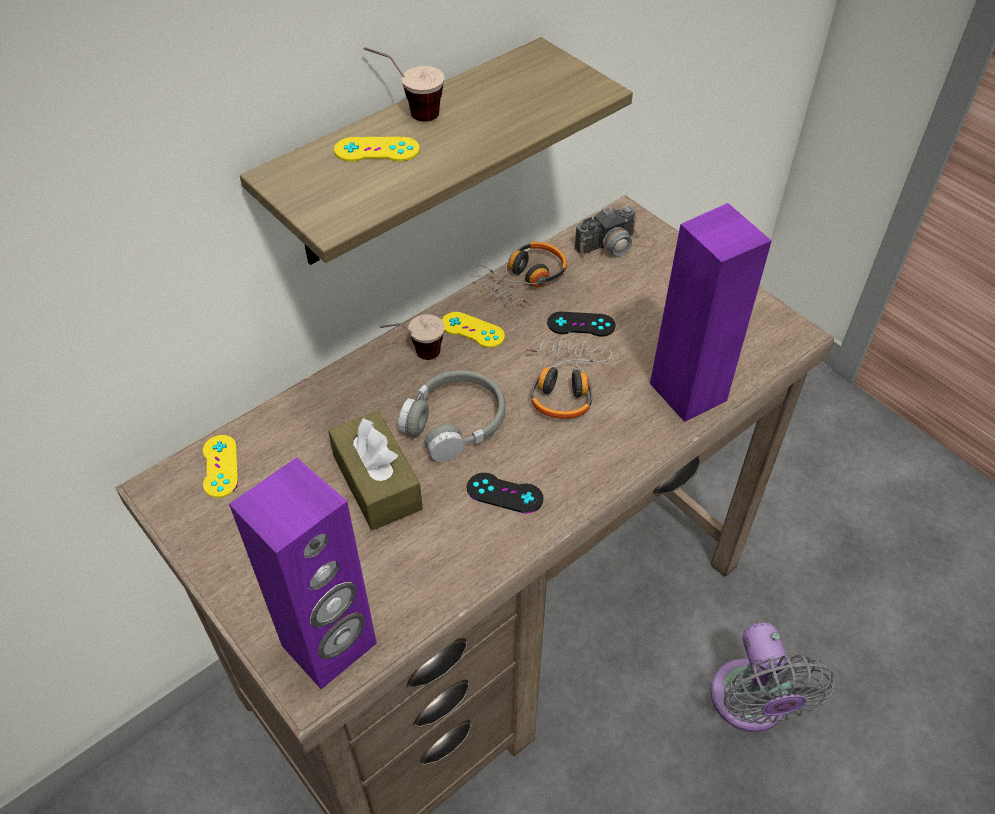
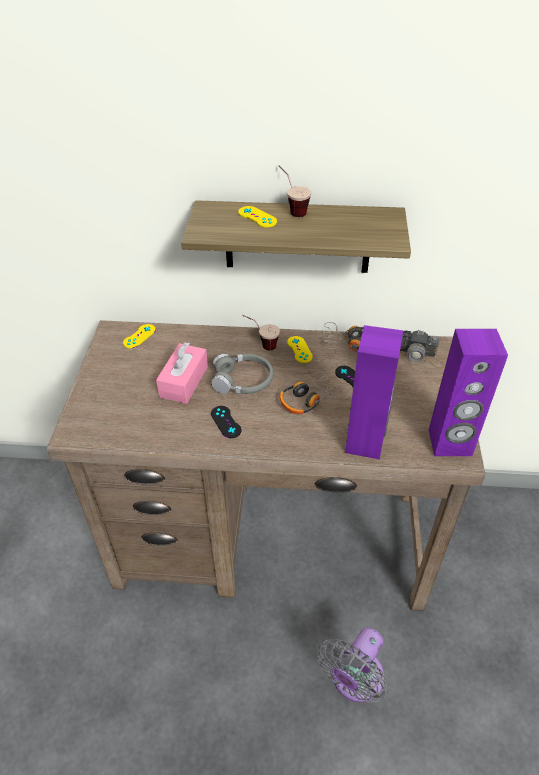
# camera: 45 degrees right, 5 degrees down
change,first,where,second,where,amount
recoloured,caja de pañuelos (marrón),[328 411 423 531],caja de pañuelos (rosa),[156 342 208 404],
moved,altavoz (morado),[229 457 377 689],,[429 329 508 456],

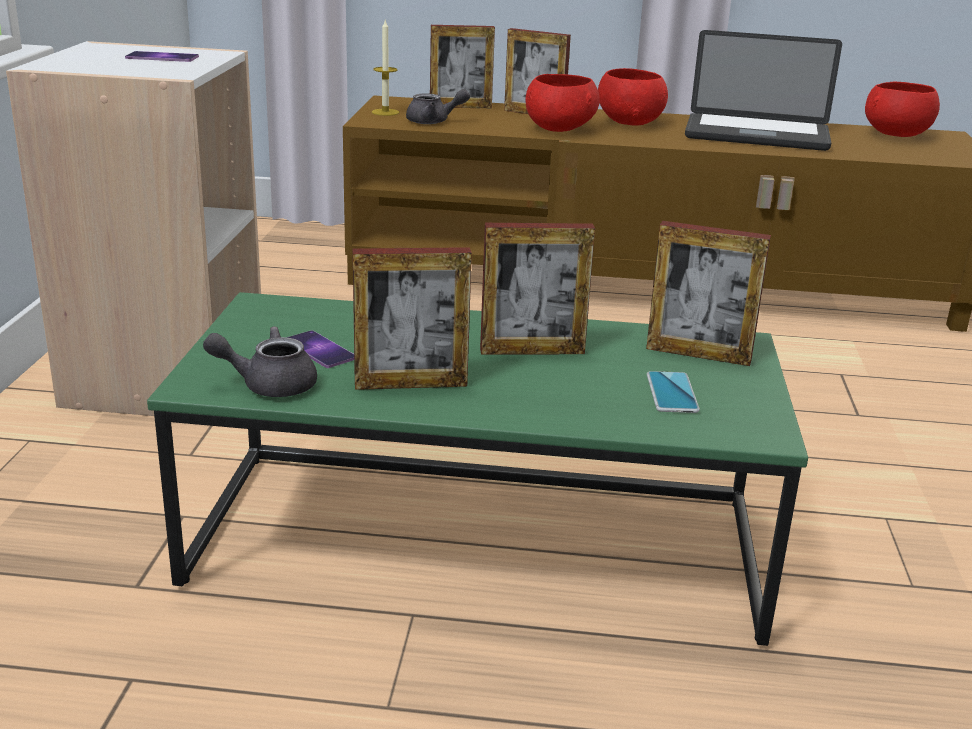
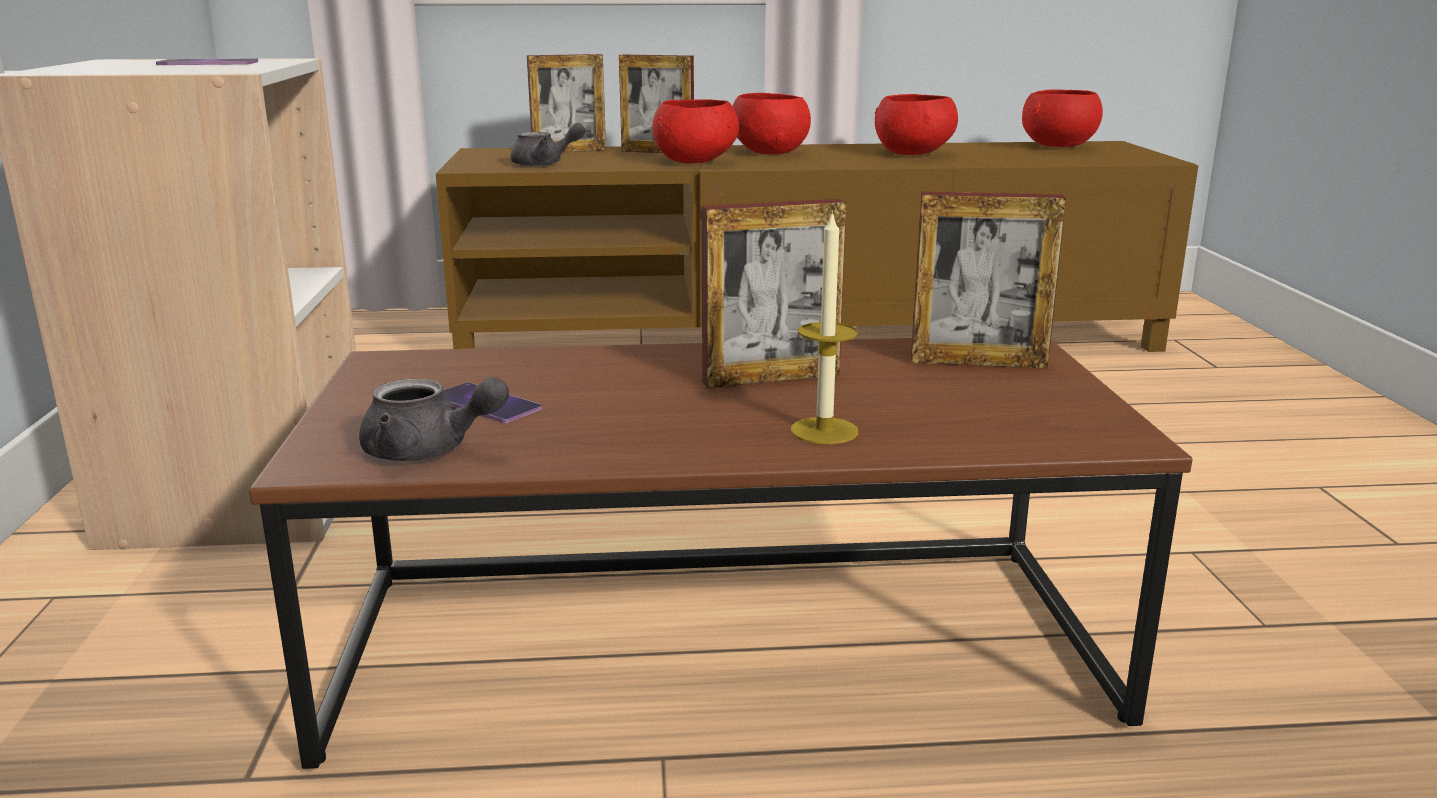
# camera: 10 degrees left, 5 degrees down
change,first,where,second,where,amount
recoloured,mesa de centro (verde),[147 292 808 646],mesa de centro (marrón),[249 338 1192 769],
turned,tetera (gris),[203 326 317 397],,[359 377 509 461],150 degrees counterclockwise
moved,vela,[372 20 399 116],,[791 210 858 444],
replaced,portátil,[685 30 842 151],cuenco (rojo),[875 94 958 155],
removed,portarretratos,[353 247 472 390],,,
removed,móvil,[647 371 700 413],,,

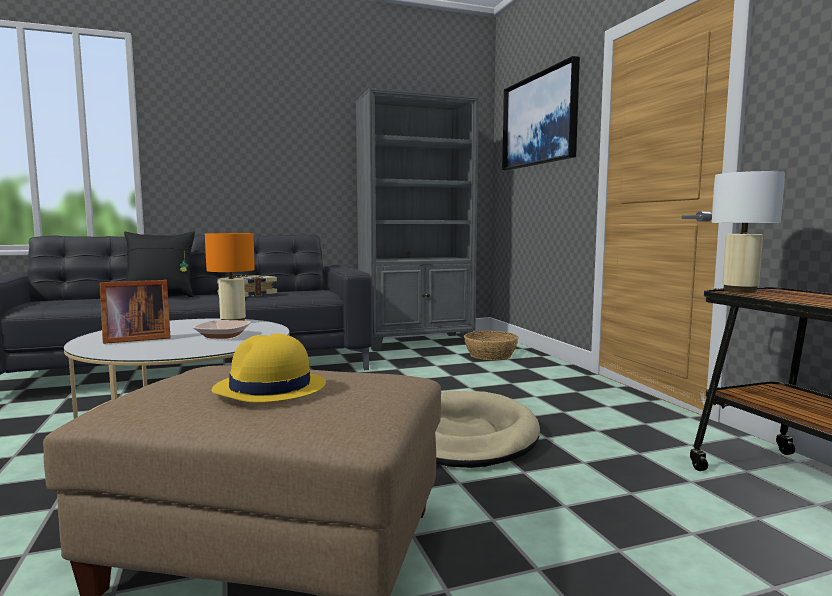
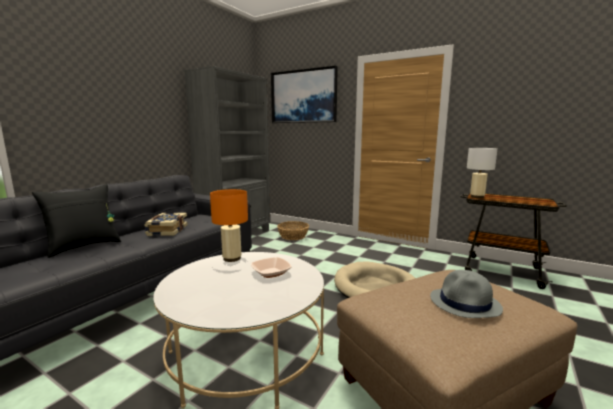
# camera: 40 degrees left, 5 degrees up
change,first,where,second,where,amount
recoloured,sombrero (amarillo),[212 333 326 403],sombrero (gris),[430 270 503 318],
removed,portarretratos,[100 280 171 344],,,

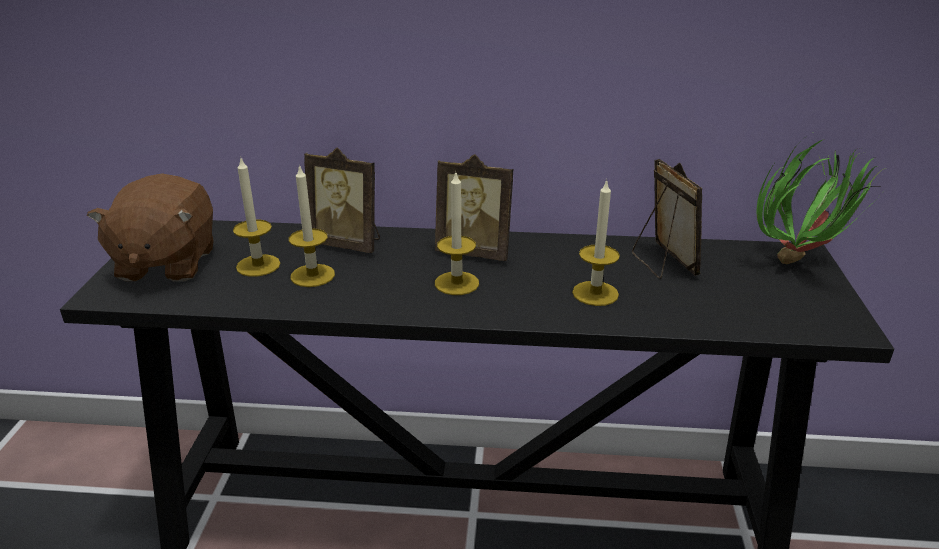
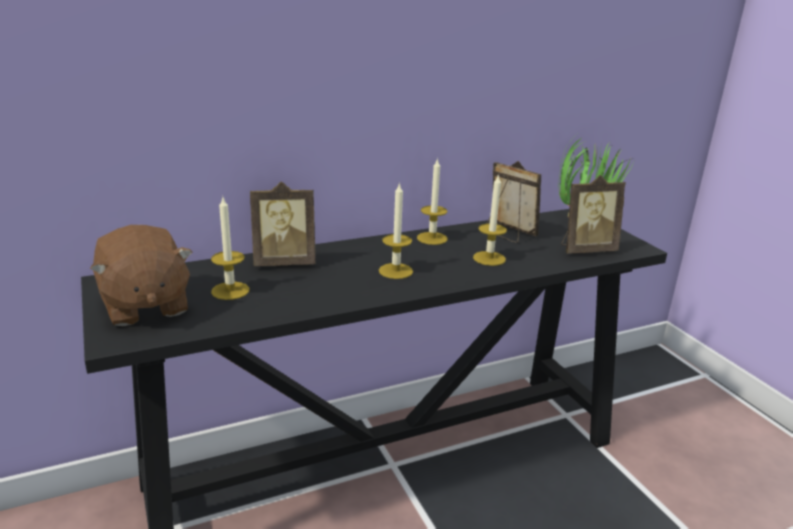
# camera: 30 degrees left, 5 degrees down
change,first,where,second,where,amount
moved,vela,[289 164 335 287],,[417 158 448 245],
moved,portarretratos,[435 154 513 261],,[561 175 626 254],

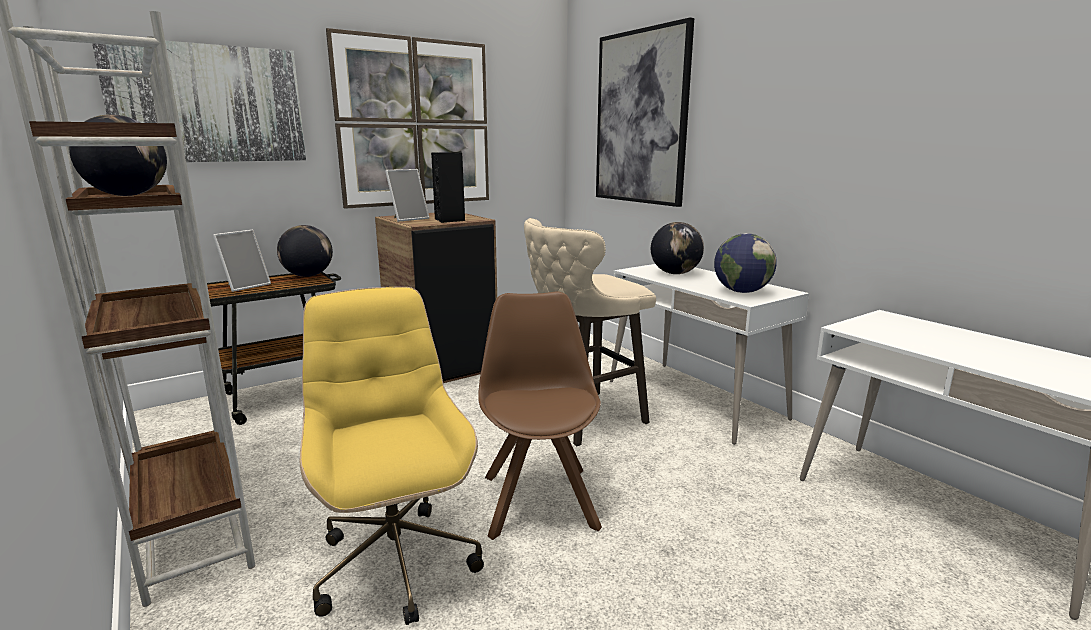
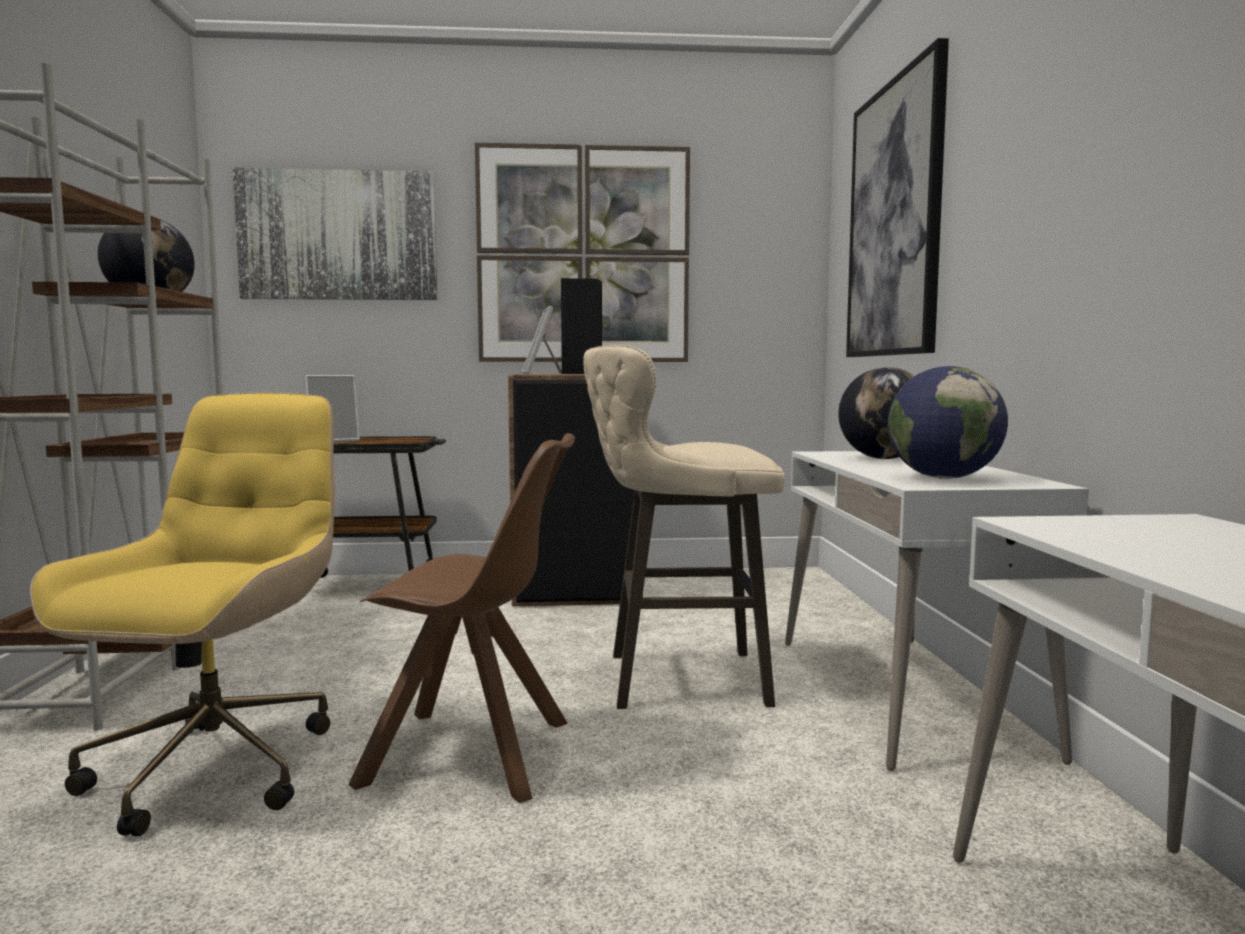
# camera: 30 degrees right, 10 degrees down
change,first,where,second,where,amount
turned,silla (marrón),[478 292 602 540],,[348 433 575 803],75 degrees clockwise
turned,portarretratos,[385 169 429 222],,[522 306 562 374],90 degrees clockwise
removed,globo terráqueo,[277 225 333 277],,,

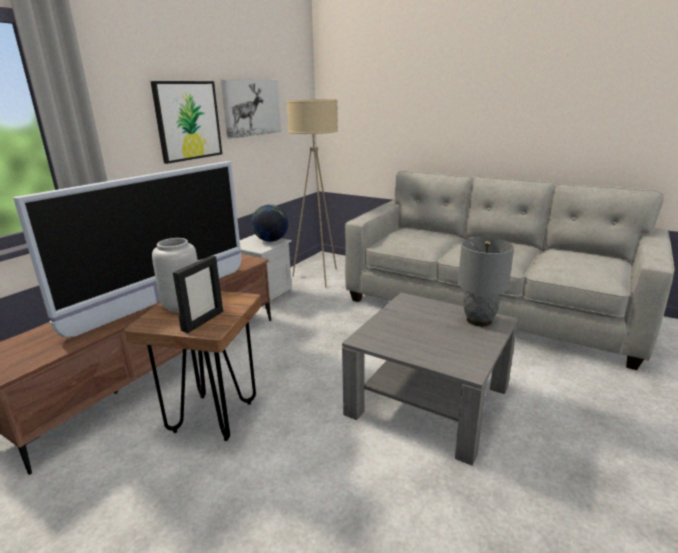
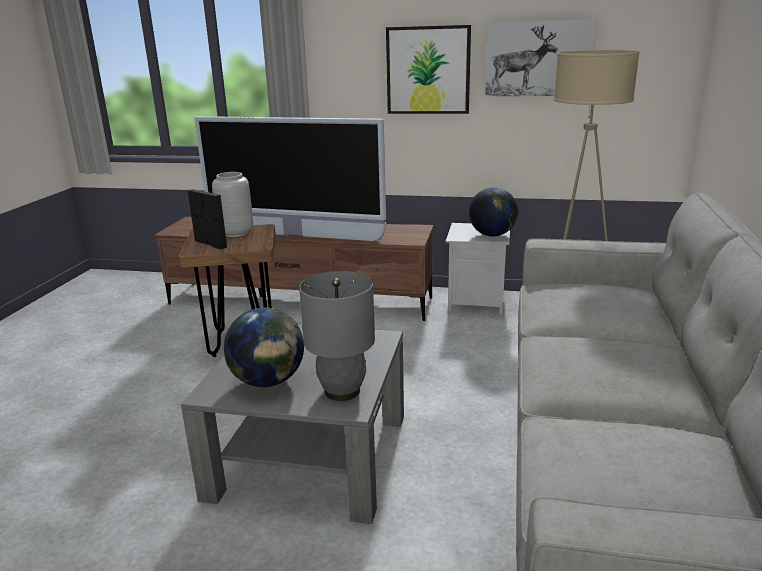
# camera: 70 degrees right, 0 degrees up
change,first,where,second,where,amount
turned,portarretratos,[173 256 223 333],,[188 189 227 249],150 degrees counterclockwise
added,,,globo terráqueo,[224 308 304 387],

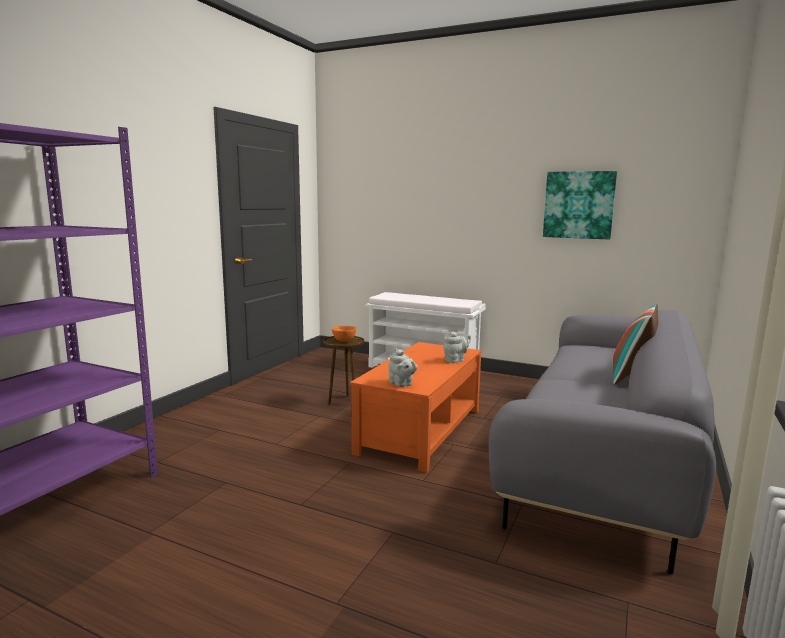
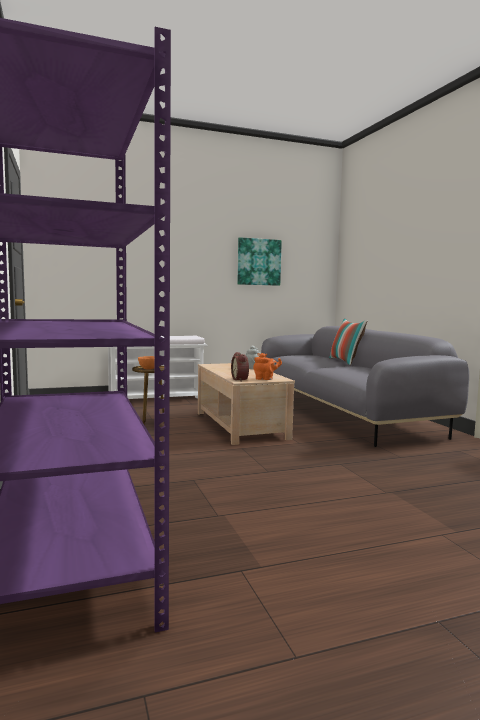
# camera: 45 degrees left, 5 degrees down
change,first,where,second,where,amount
recoloured,mesa de centro (naranja),[350 342 482 472],mesa de centro (beis),[198 363 295 445],
added,,,despertador,[231 352 249 381],
recoloured,tetera (gris),[388 349 418 387],tetera (naranja),[253 353 282 380],

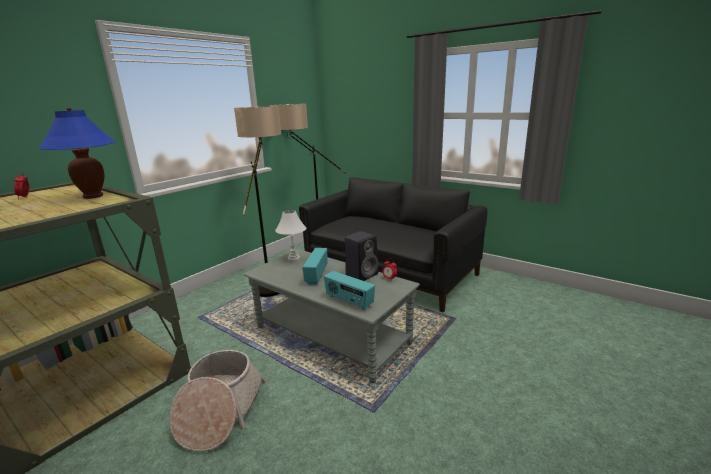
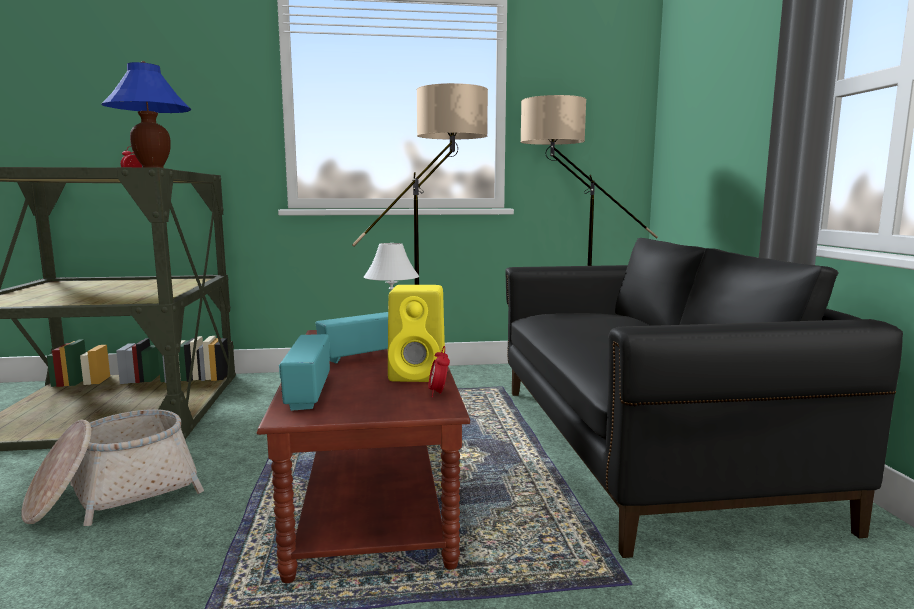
# camera: 45 degrees right, 10 degrees down
change,first,where,second,where,amount
recoloured,mesa de centro (gris),[243 249 420 383],mesa de centro (marrón),[257 330 470 583],
recoloured,altavoz (negro),[345 231 379 281],altavoz (amarillo),[388 285 445 382],

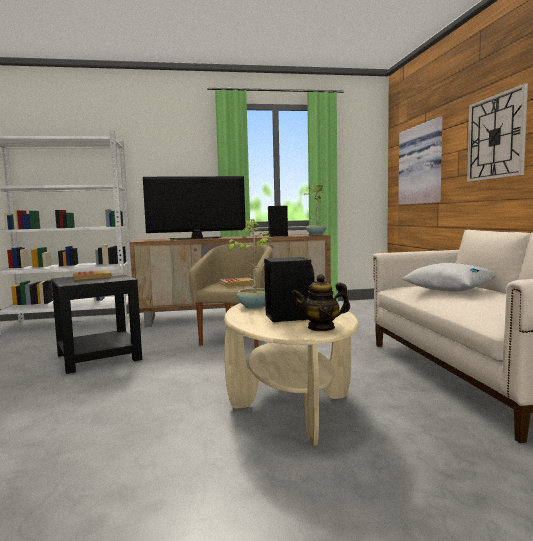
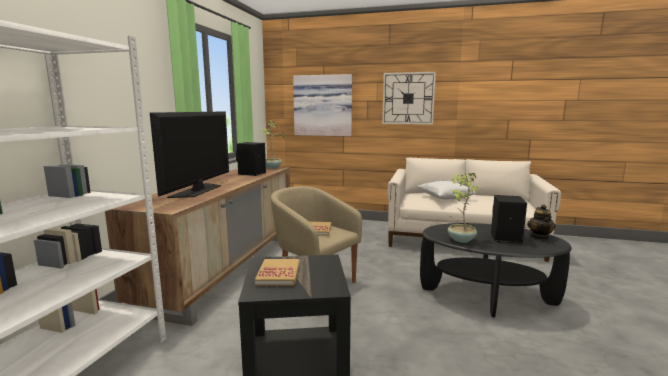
# camera: 65 degrees left, 5 degrees up
change,first,where,second,where,amount
recoloured,mesa de centro (beis),[224 303 359 446],mesa de centro (negro),[420 223 572 318],

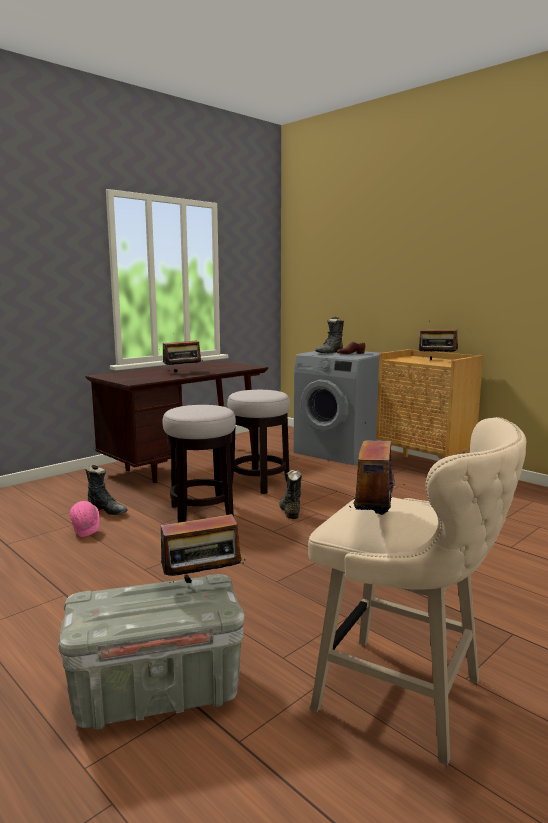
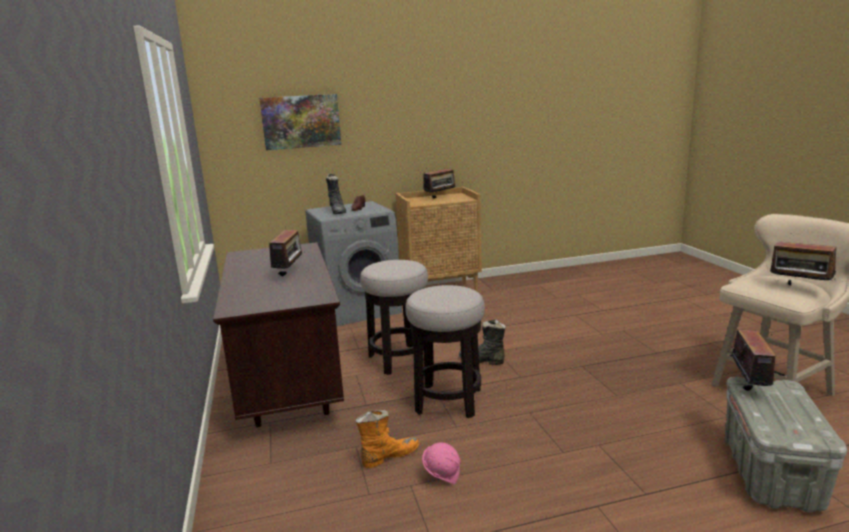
# camera: 60 degrees left, 5 degrees up
change,first,where,second,where,amount
added,,,cuadro,[260 94 341 150],
recoloured,bota (negro),[85 465 128 515],bota (naranja),[356 410 419 468],

